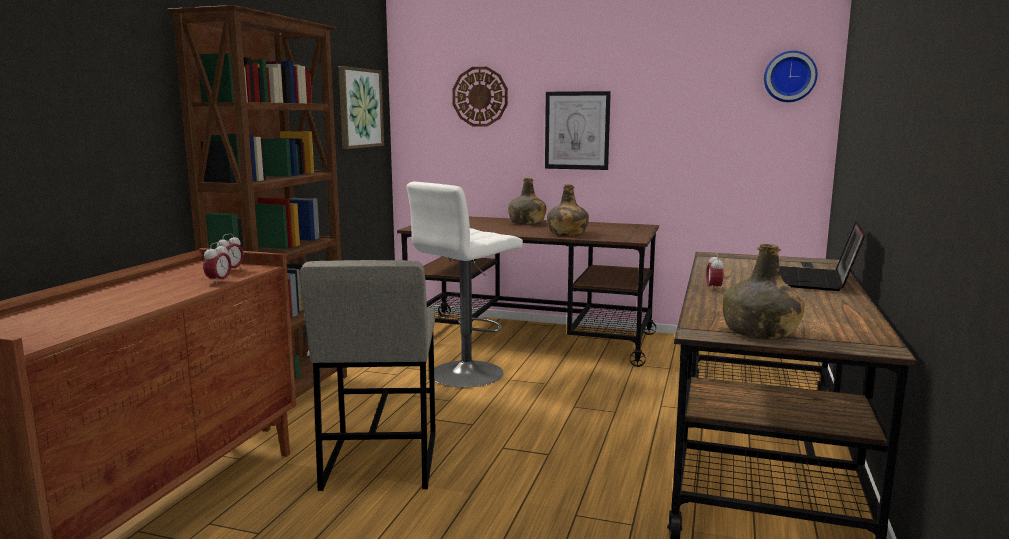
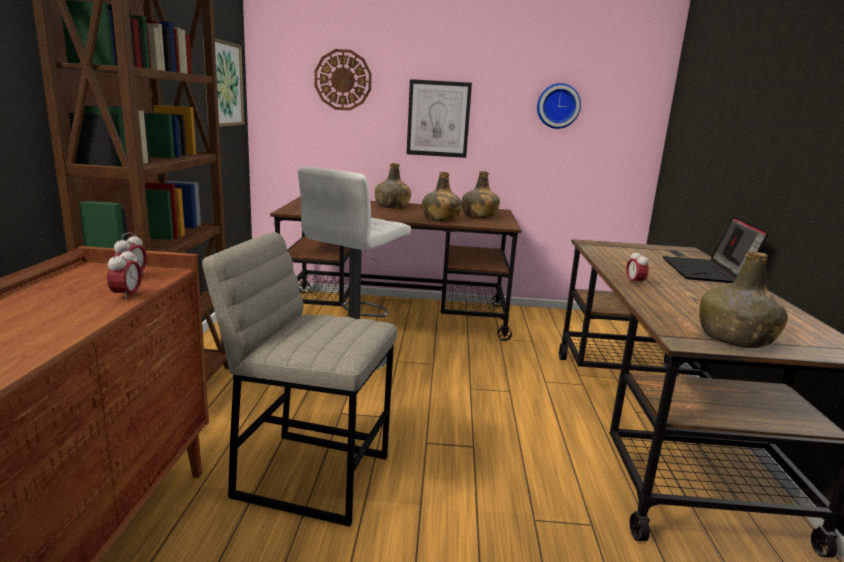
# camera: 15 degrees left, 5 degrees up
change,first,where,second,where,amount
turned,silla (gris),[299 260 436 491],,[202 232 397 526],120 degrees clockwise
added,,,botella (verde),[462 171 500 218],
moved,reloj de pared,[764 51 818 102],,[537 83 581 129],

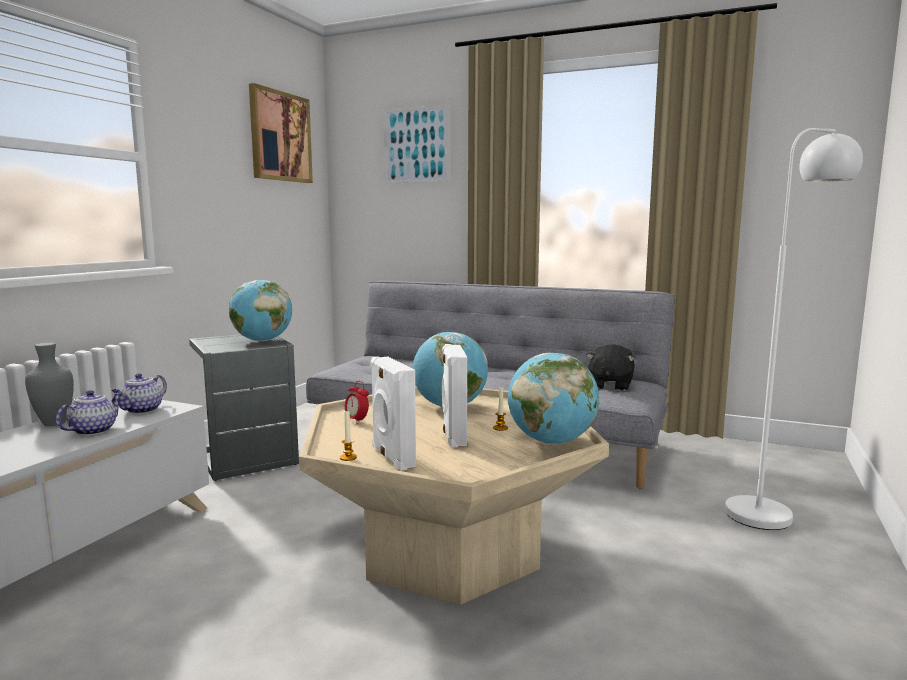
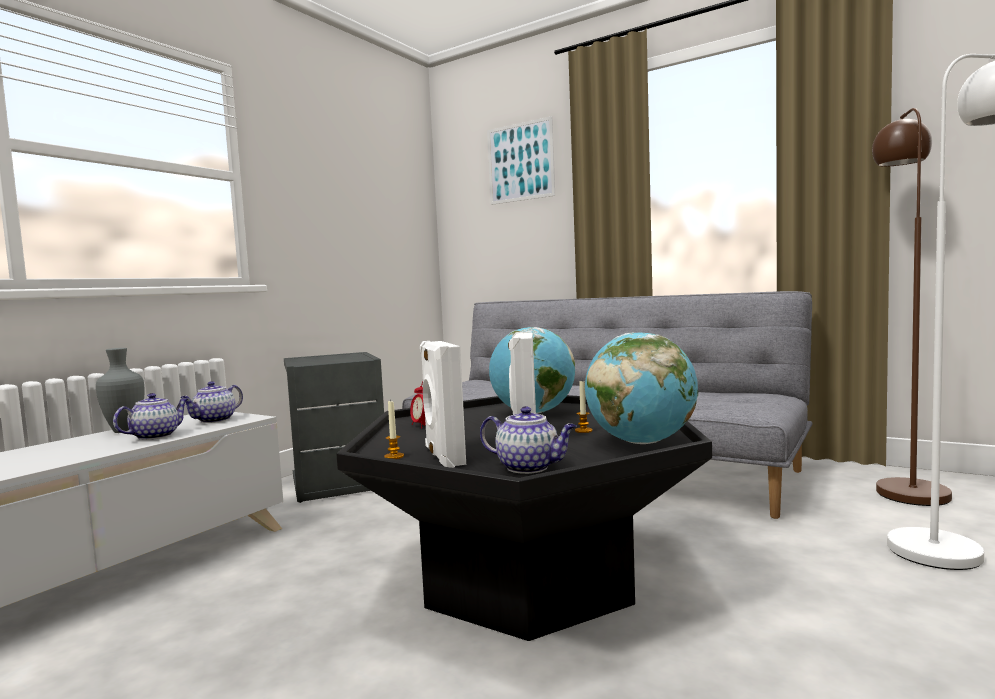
# camera: 10 degrees right, 5 degrees down
change,first,where,second,where,amount
recoloured,mesa de centro (beis),[299 387 609 605],mesa de centro (negro),[336 395 712 641],
added,,,tetera,[480 406 577 474],
added,,,lámpara de pie (marrón),[872 108 952 506],
removed,globo terráqueo,[229 280 292 341],,,
removed,cuadro,[249 83 313 183],,,
removed,peluche (negro),[587 344 635 391],,,

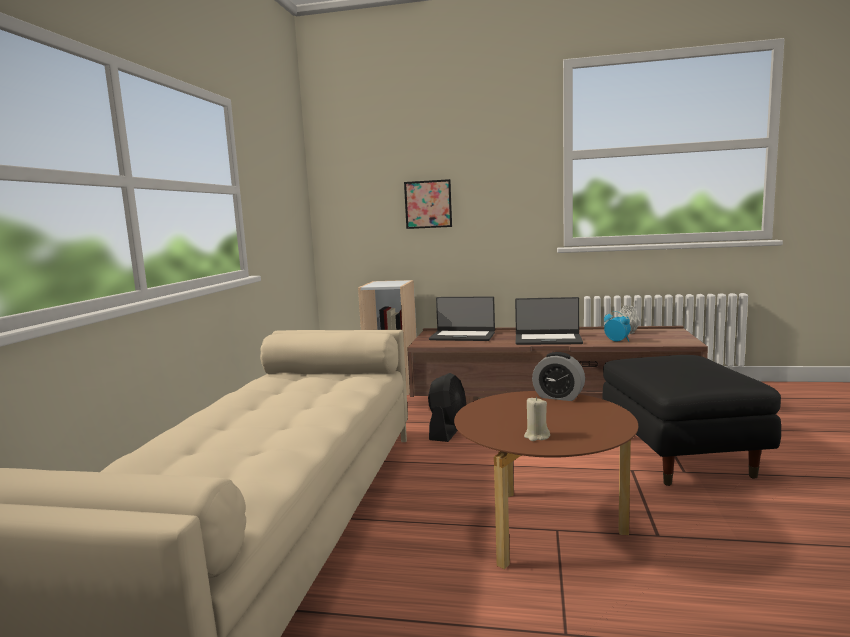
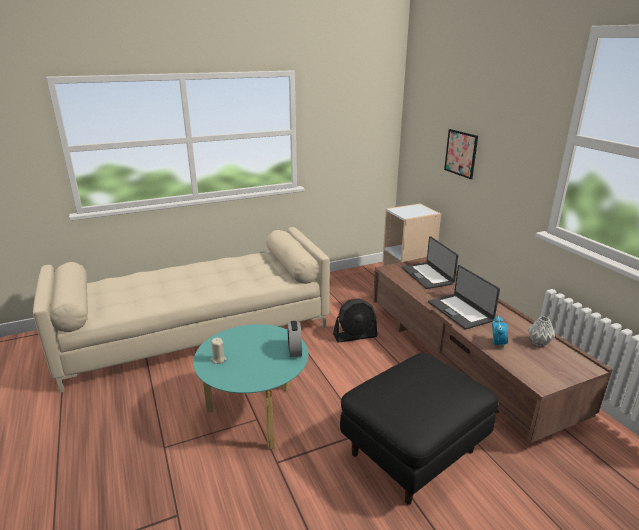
# camera: 55 degrees right, 15 degrees up
change,first,where,second,where,amount
recoloured,mesa de centro (marrón),[454 391 638 569],mesa de centro (turquesa),[193 324 308 450],

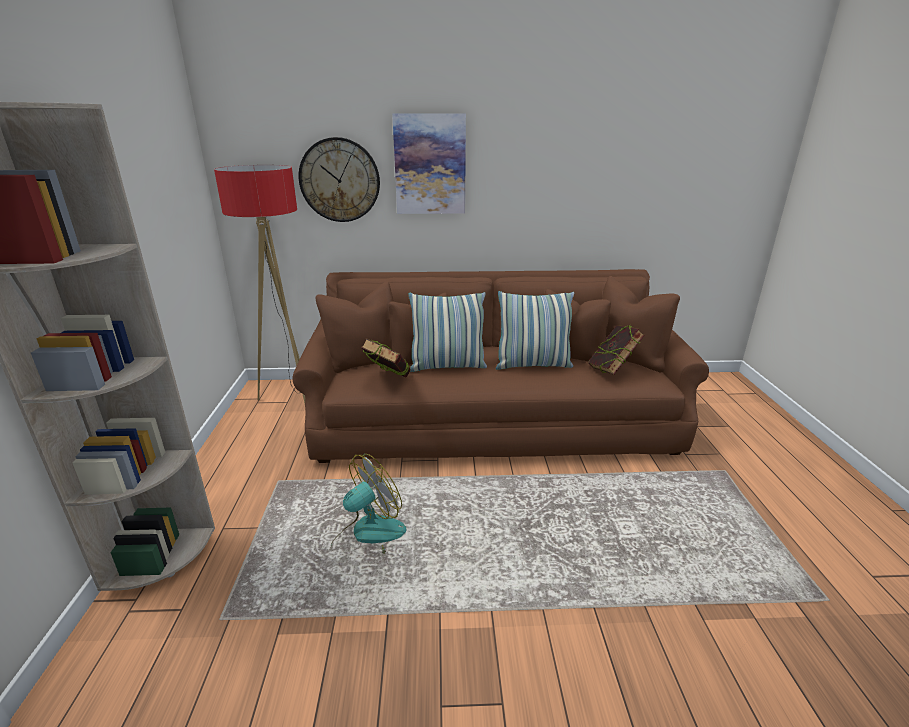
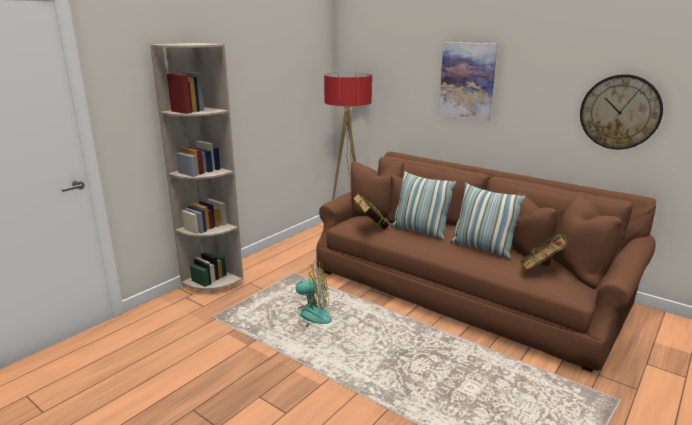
# camera: 40 degrees right, 5 degrees down
change,first,where,second,where,amount
moved,reloj de pared,[299 137 380 222],,[580 74 663 150],

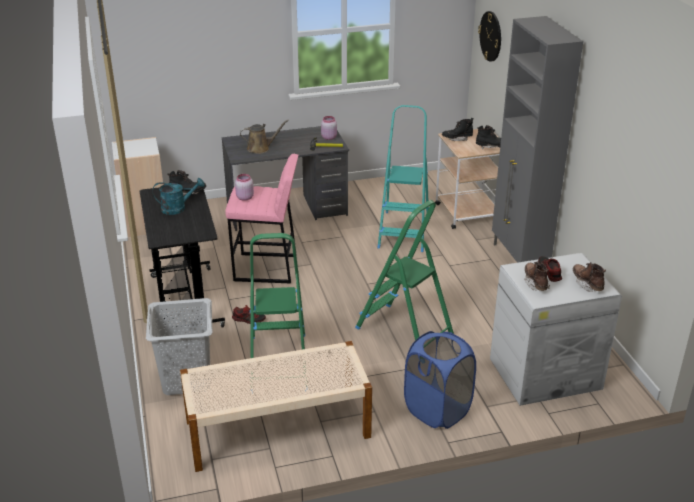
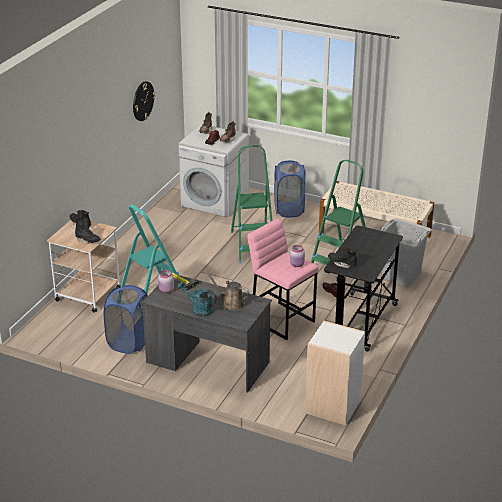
# camera: 140 degrees left, 0 degrees up
change,first,where,second,where,amount
added,,,cesto de la ropa (azul),[104 285 148 354],
moved,reloj de pared,[478 11 501 61],,[133 81 155 121],
moved,regadera (turquesa),[153 178 205 215],,[177 282 217 316],
removed,armario (gris),[492 16 583 263],,,

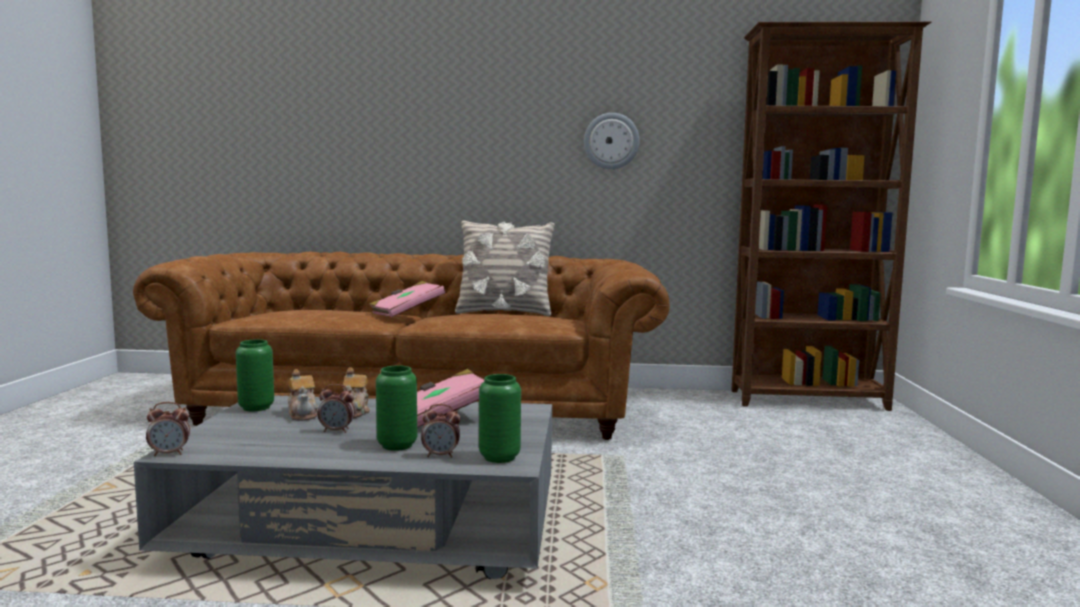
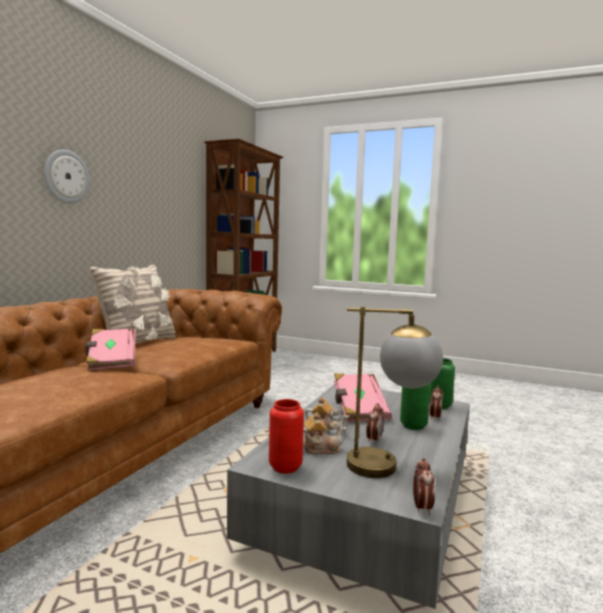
# camera: 70 degrees left, 0 degrees up
change,first,where,second,where,amount
moved,reloj de pared,[584 113 639 169],,[44 150 90 203],
recoloured,florero (verde),[236 339 274 411],florero (rojo),[269 399 304 474],
added,,,lámpara de mesa,[347 307 443 478],

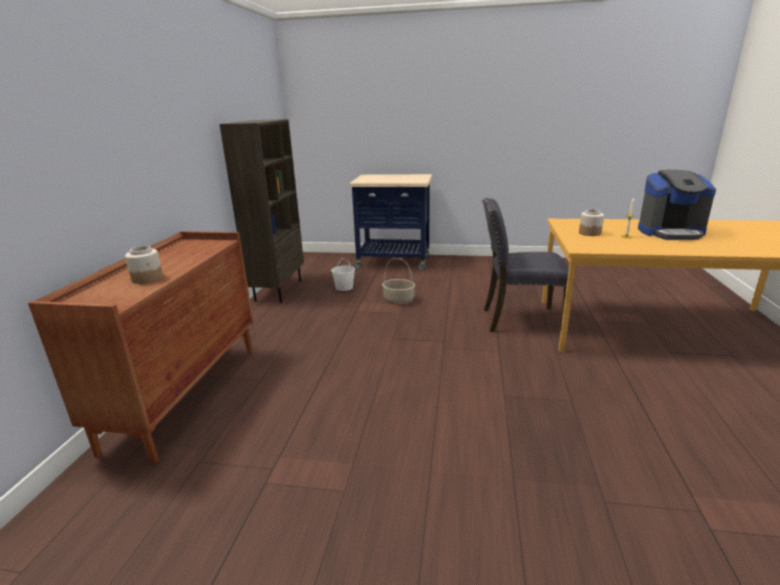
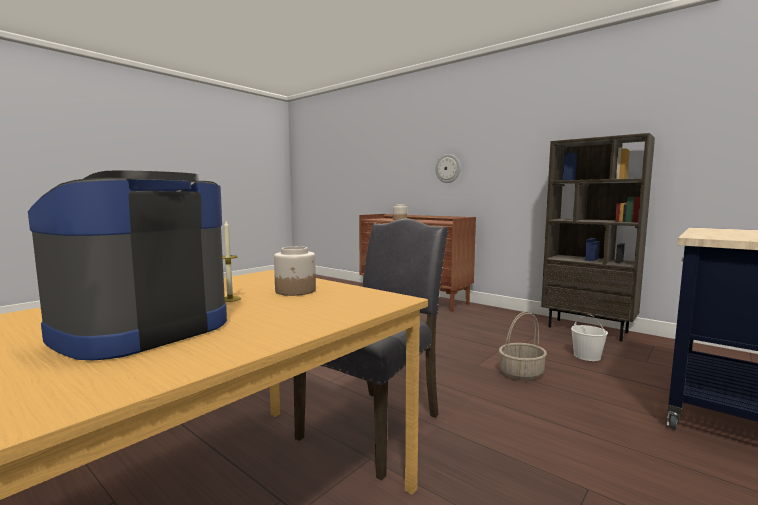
# camera: 120 degrees right, 15 degrees down
change,first,where,second,where,amount
added,,,reloj de pared,[435 154 461 183],

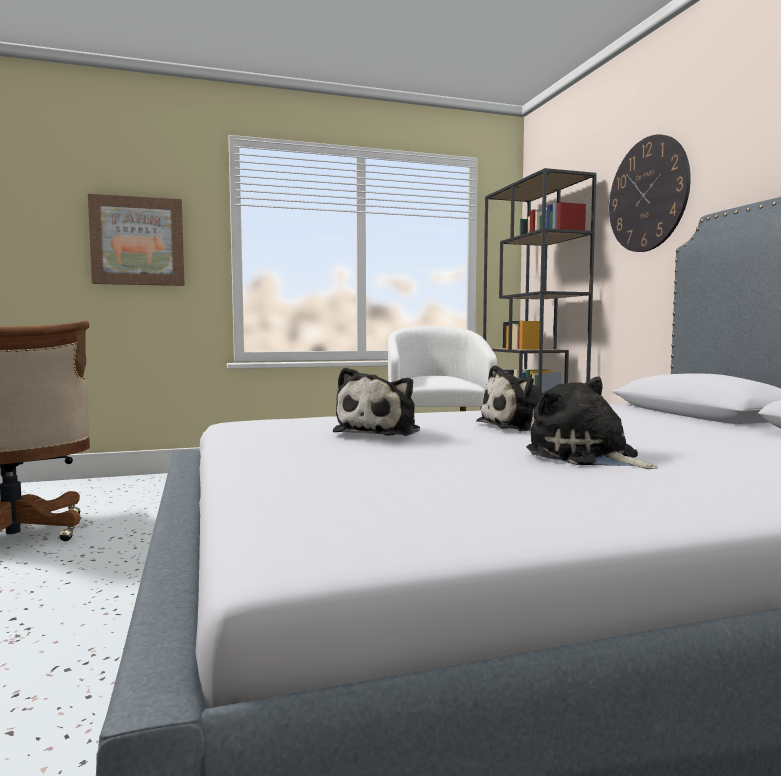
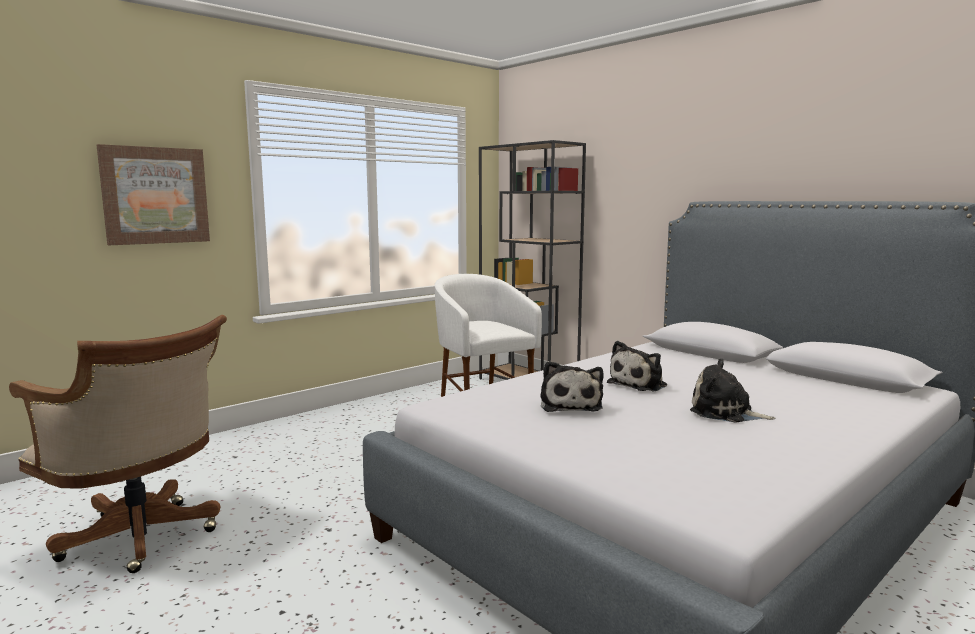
# camera: 25 degrees left, 5 degrees up
change,first,where,second,where,amount
removed,reloj de pared,[609 135 691 252],,,

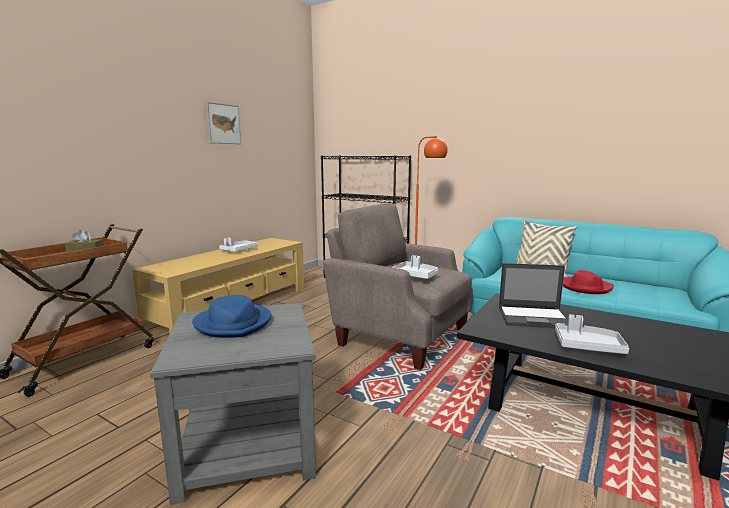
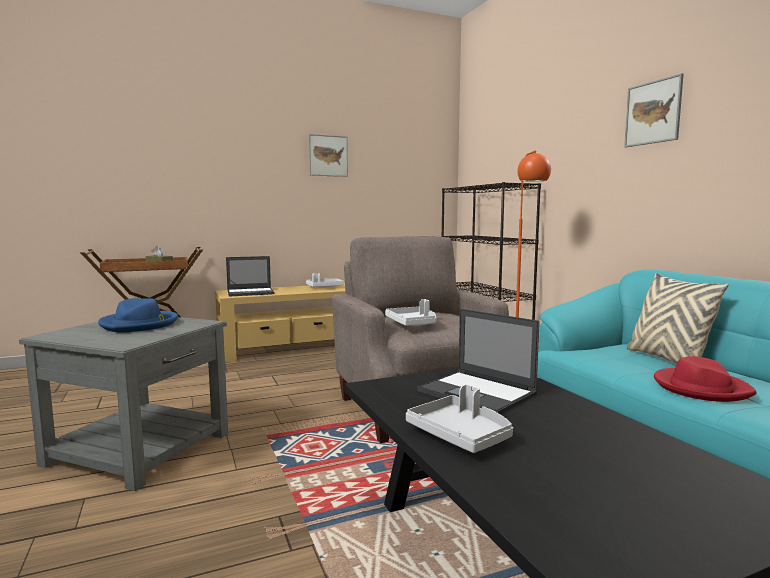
# camera: 35 degrees right, 5 degrees down
change,first,where,second,where,amount
added,,,portátil,[226 256 275 296],
added,,,cuadro,[624 73 684 147],

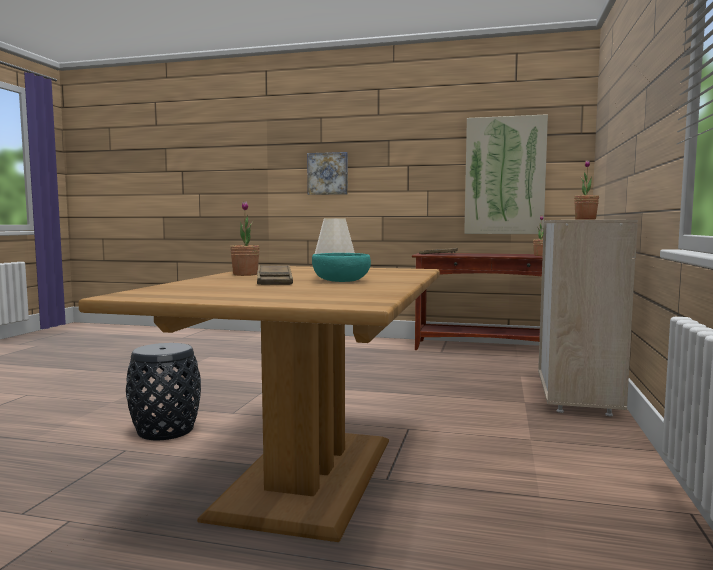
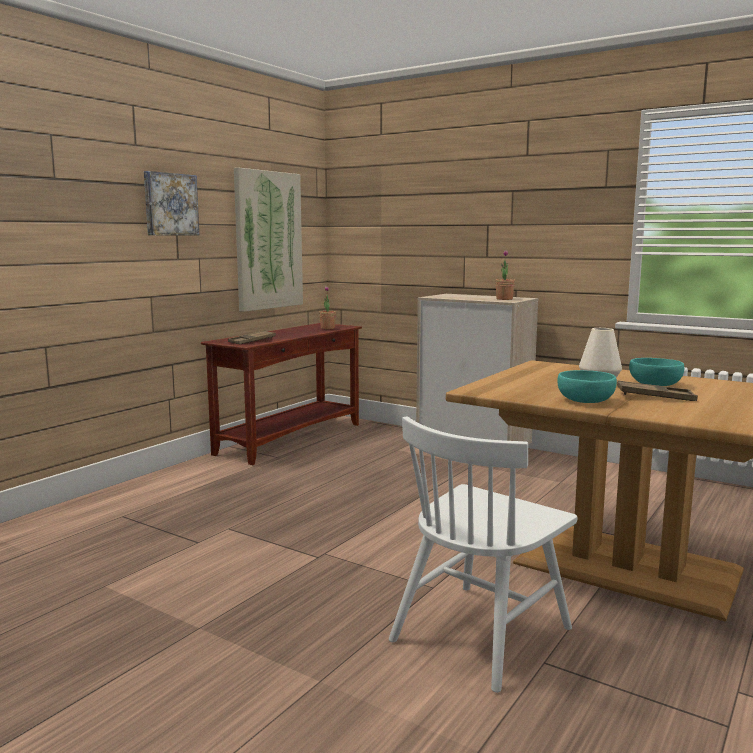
# camera: 70 degrees left, 5 degrees up
change,first,where,second,where,amount
moved,cuadro,[307 152 348 195],,[144 171 199 235],
replaced,taburete (negro),[126 343 201 440],silla (blanco),[389 416 577 693],
replaced,planta en maceta,[230 201 260 276],cuenco (turquesa),[558 370 617 403],

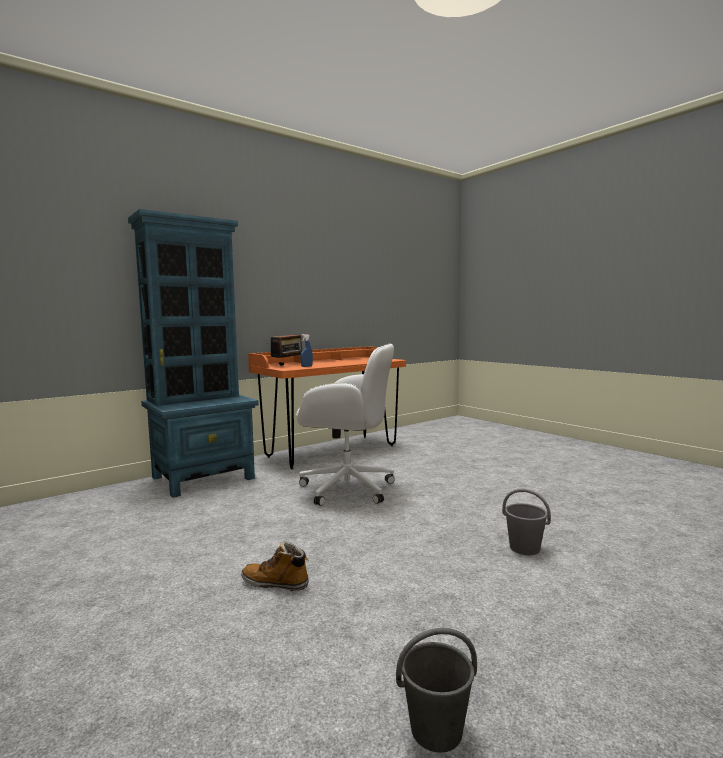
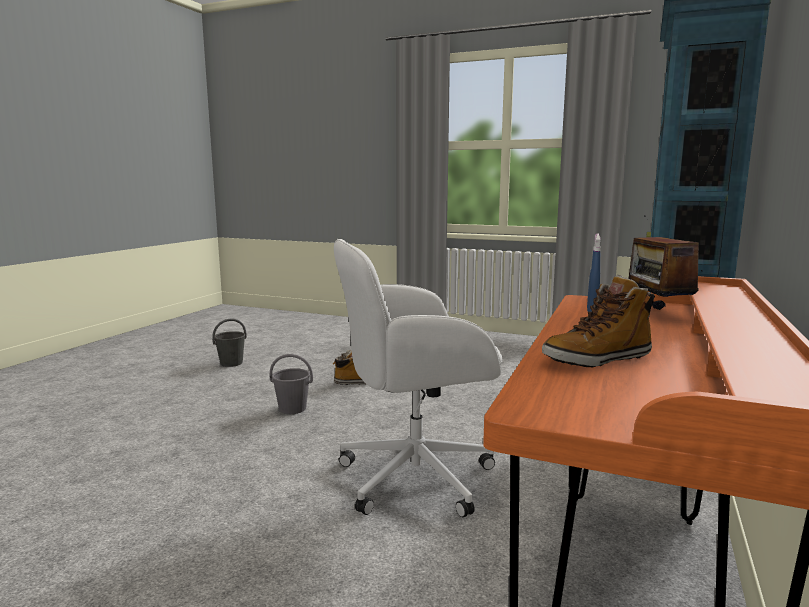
# camera: 150 degrees right, 5 degrees up
change,first,where,second,where,amount
moved,cubo (gris),[502 489 551 555],,[270 354 313 414],
added,,,bota,[542 275 655 367],

